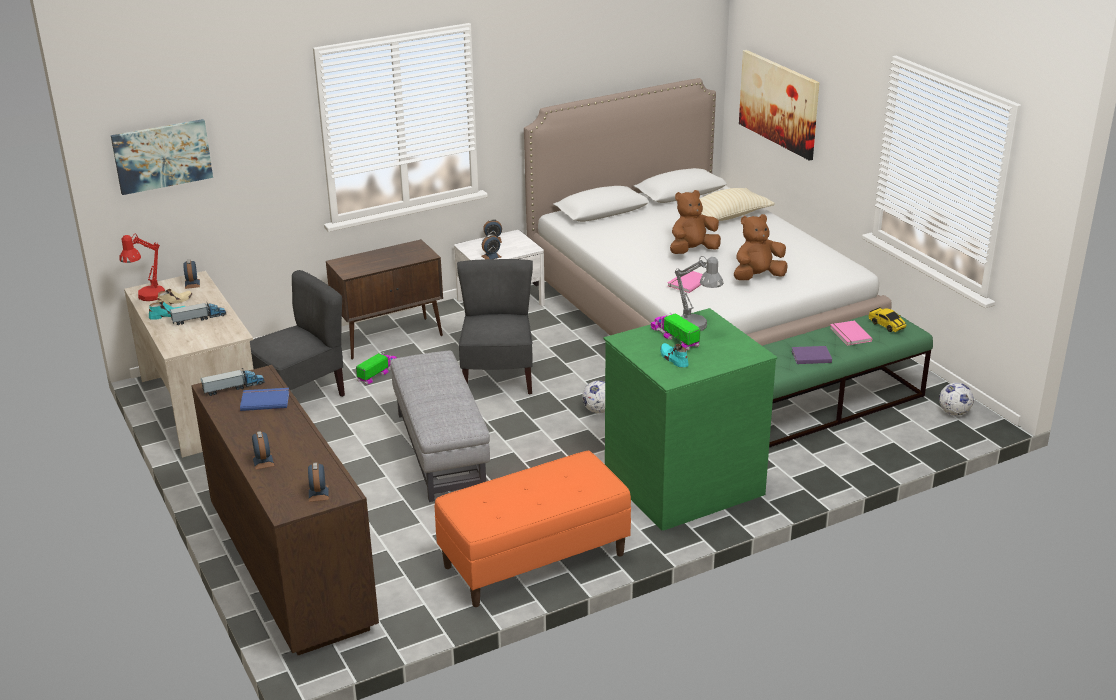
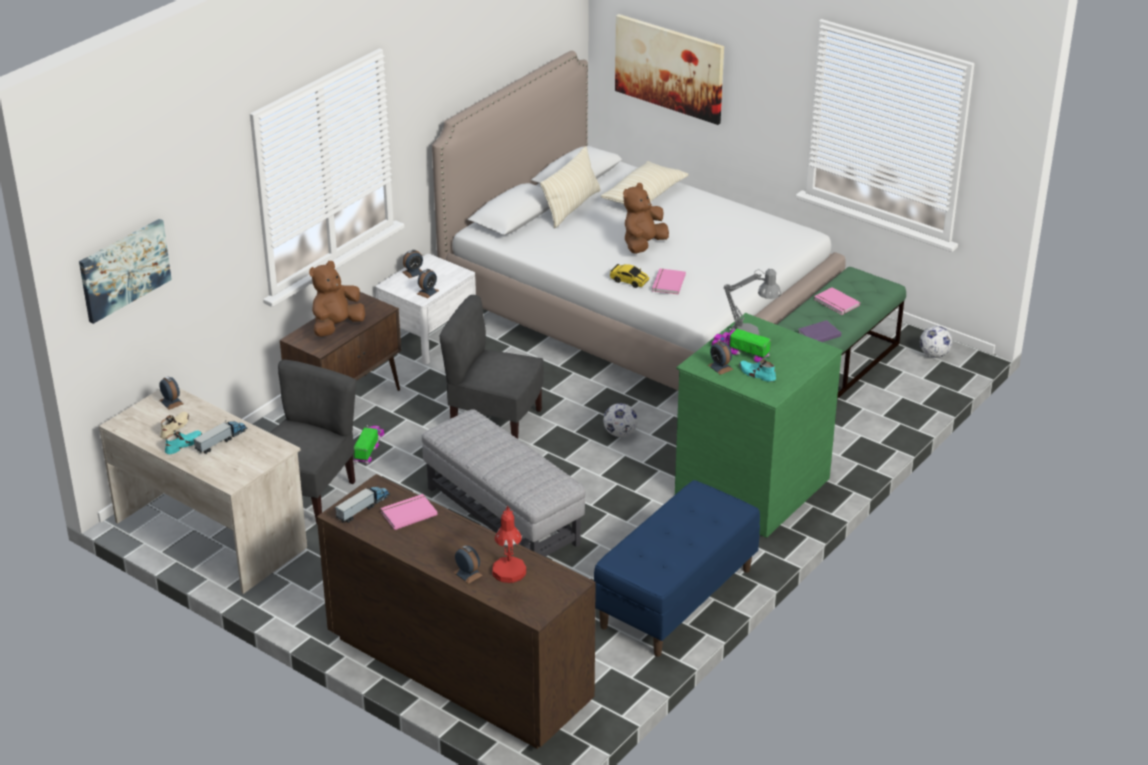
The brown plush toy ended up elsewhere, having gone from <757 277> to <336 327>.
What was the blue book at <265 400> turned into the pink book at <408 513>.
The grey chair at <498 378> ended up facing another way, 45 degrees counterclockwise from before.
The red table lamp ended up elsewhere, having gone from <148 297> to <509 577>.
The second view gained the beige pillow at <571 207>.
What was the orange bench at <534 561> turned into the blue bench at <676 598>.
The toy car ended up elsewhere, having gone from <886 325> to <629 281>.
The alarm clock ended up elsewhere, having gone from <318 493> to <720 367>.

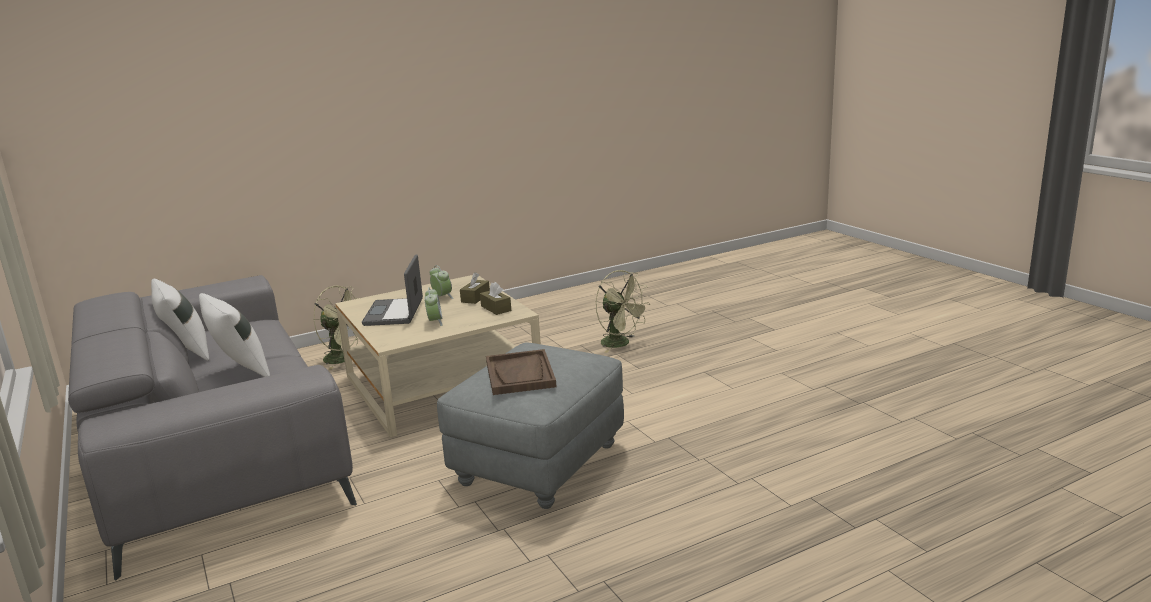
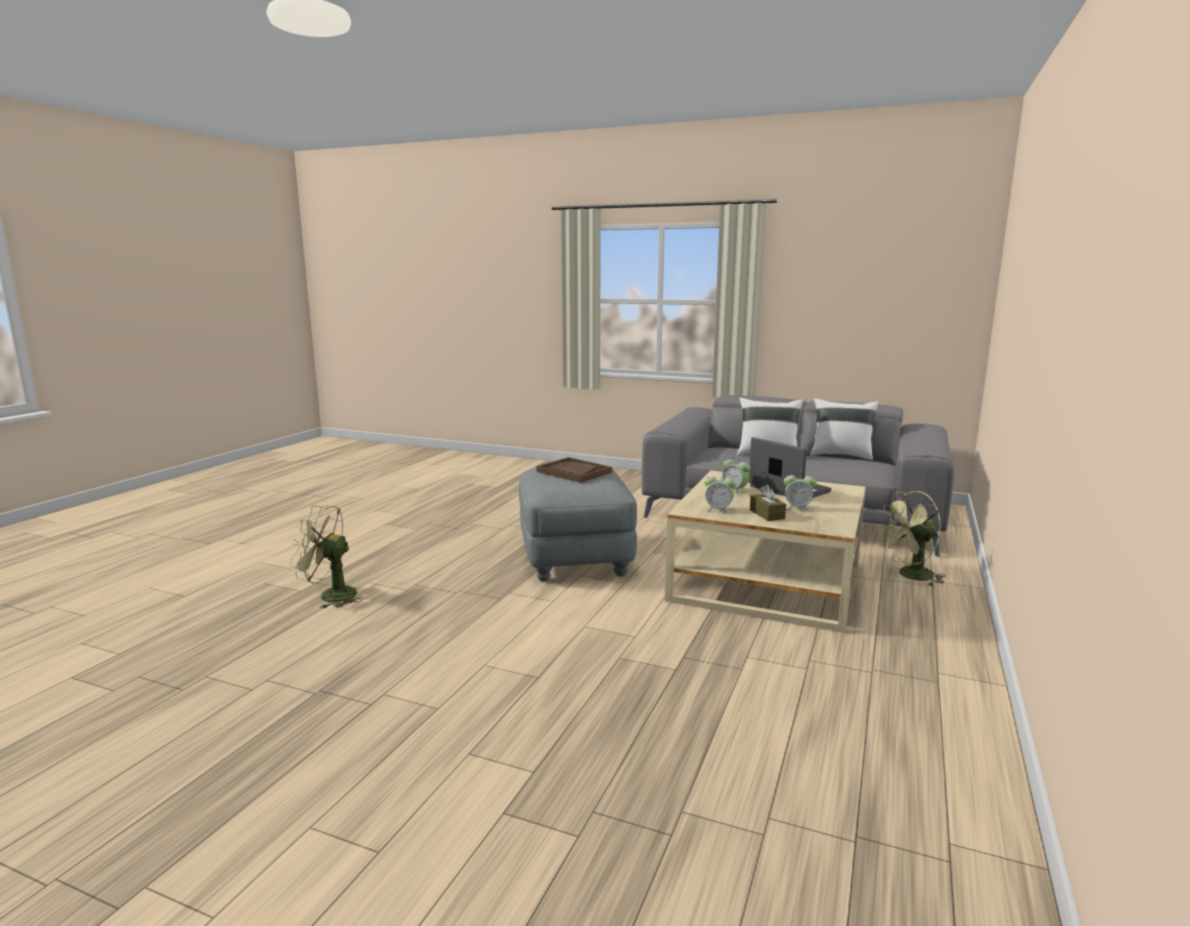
The green fan ended up elsewhere, having gone from <621 344> to <330 596>.
Where the brown tissue box stood at <496 308>, the alarm clock came to stand at <718 510>.

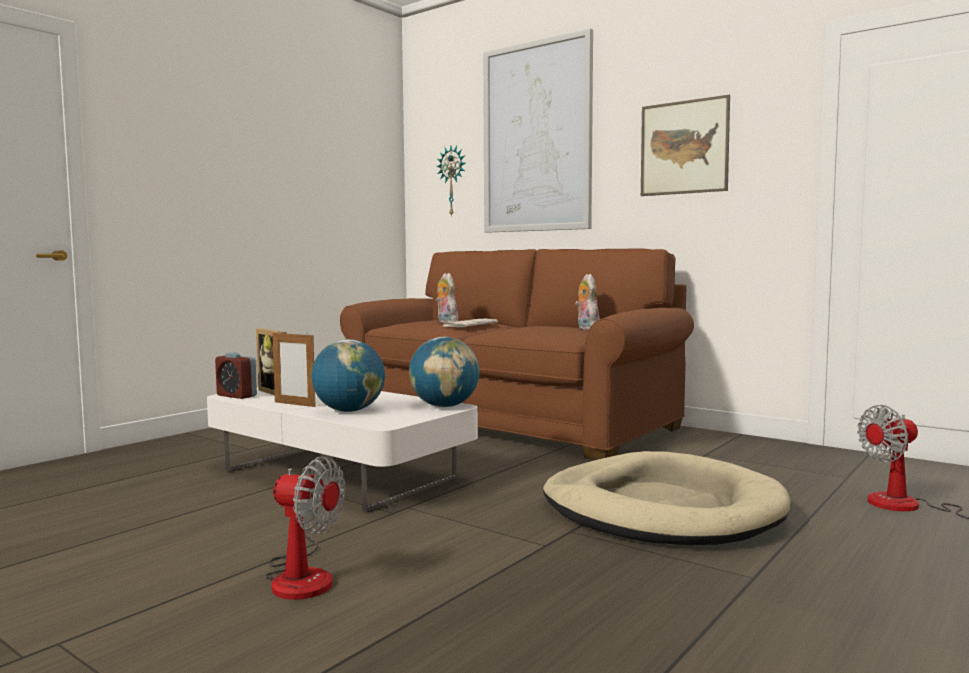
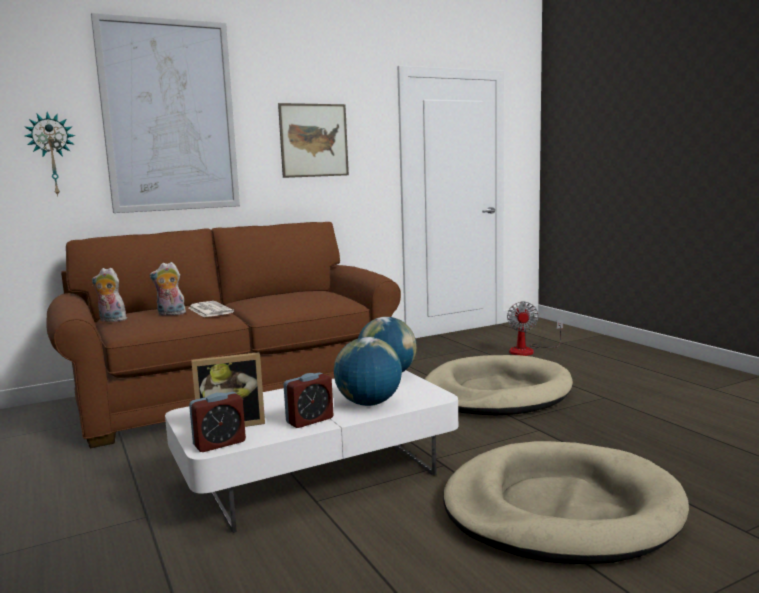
The plush toy ended up elsewhere, having gone from <586 329> to <111 320>.
Where the picture frame stood at <294 404>, the alarm clock came to stand at <310 420>.
Where the fan stood at <301 576>, the beige dog bed came to stand at <560 509>.

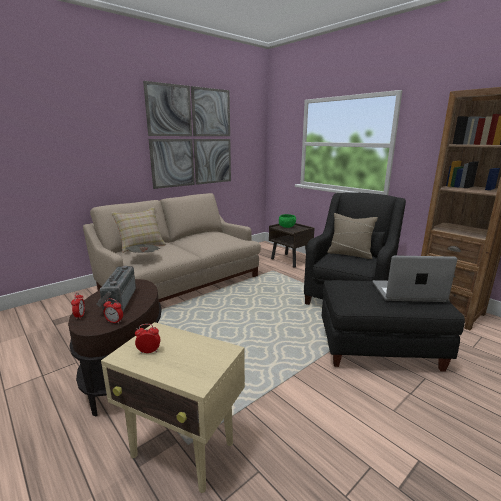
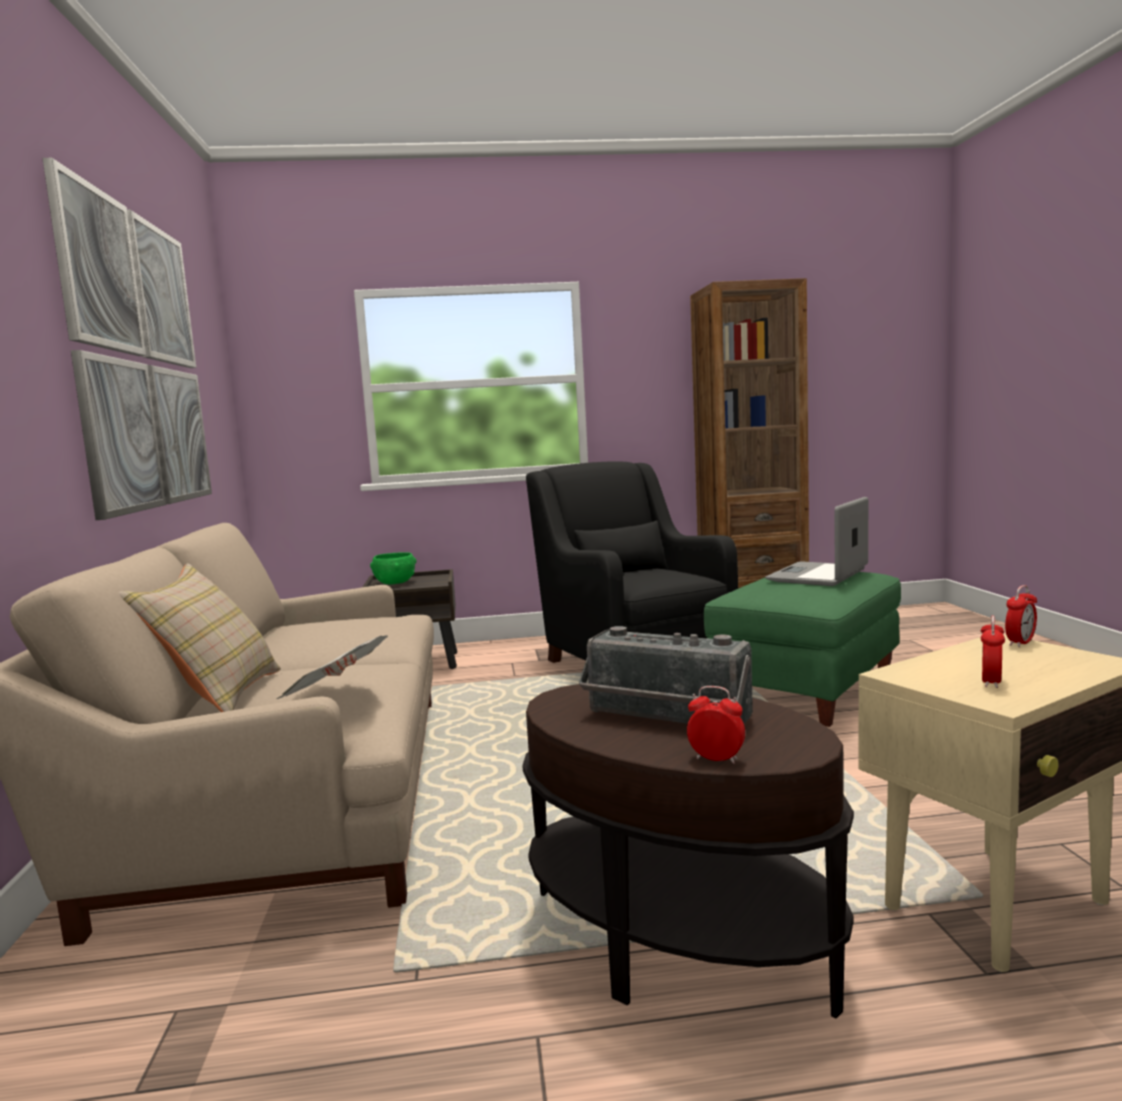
What was the black ottoman at <379 349> turned into the green ottoman at <808 688>.
The alarm clock ended up elsewhere, having gone from <114 322> to <1020 643>.
The second view lost the beige pillow at <350 254>.

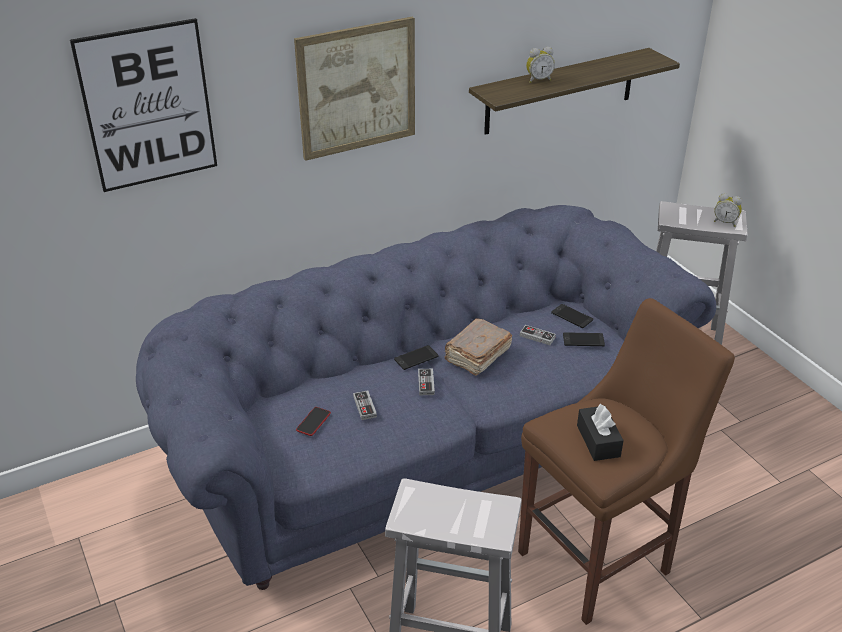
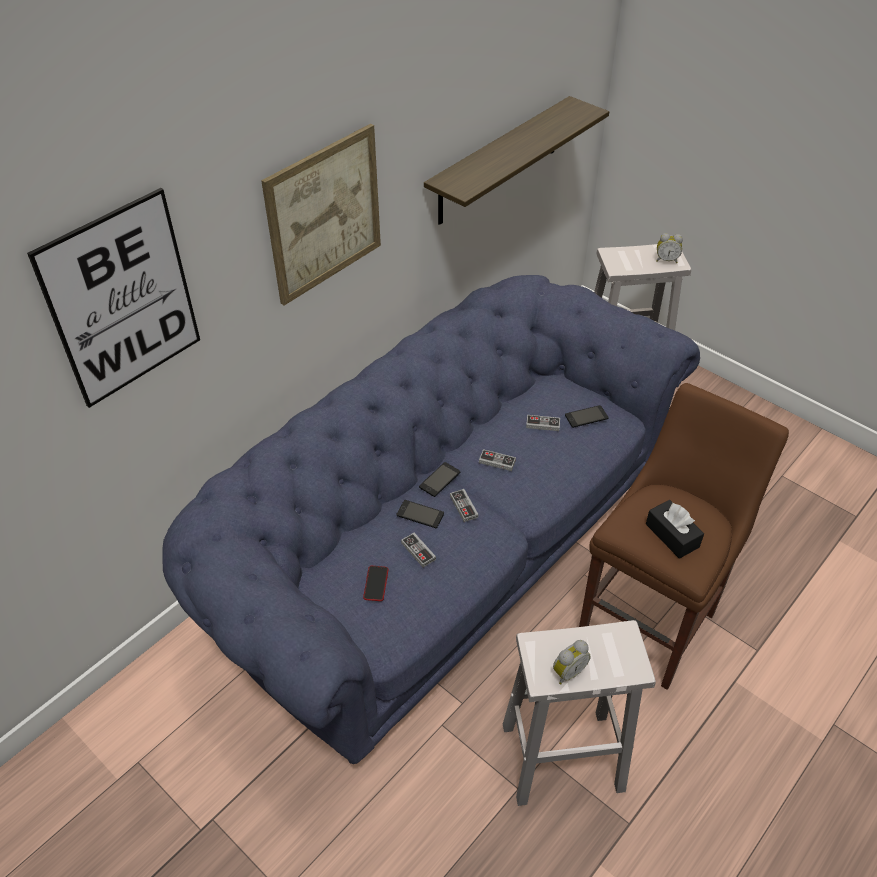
The phone ended up elsewhere, having gone from <572 316> to <420 514>.
Where the brown book stood at <477 356>, the game controller came to stand at <497 461>.
The alarm clock ended up elsewhere, having gone from <538 80> to <567 671>.

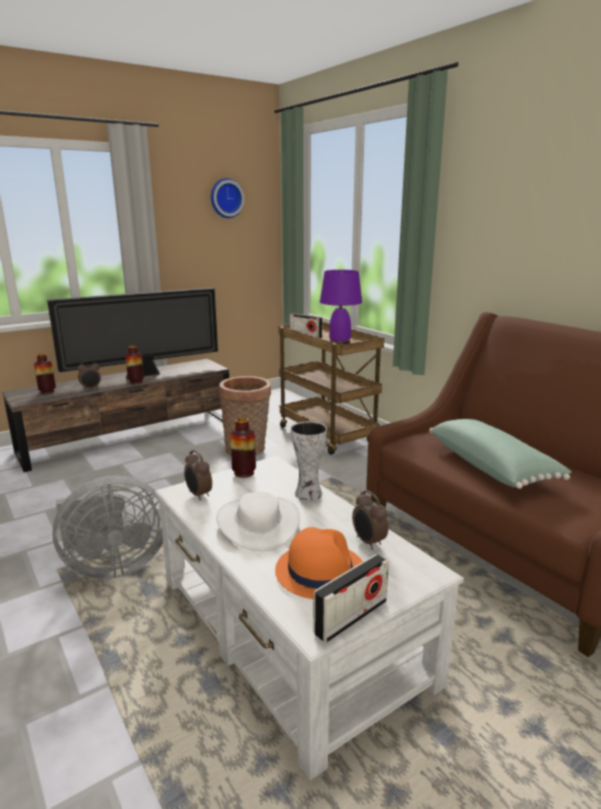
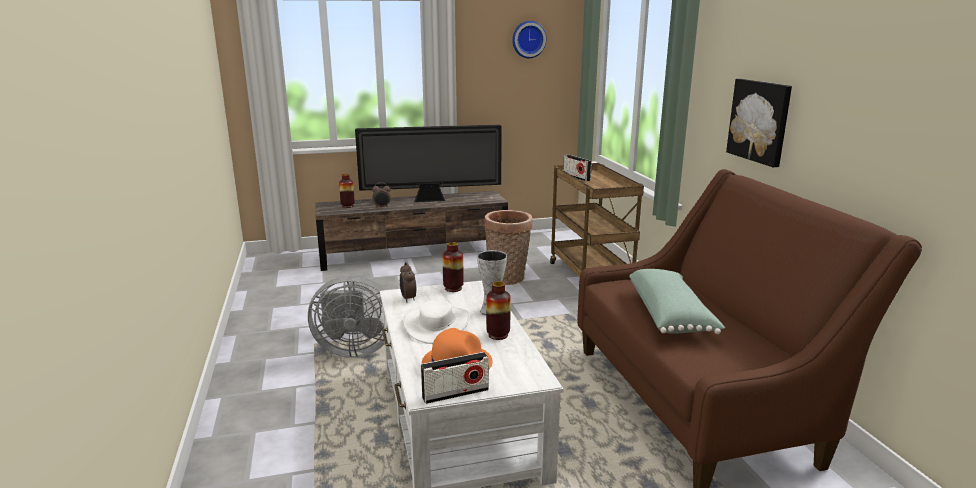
The vase ended up elsewhere, having gone from <136 382> to <498 335>.
The second view gained the picture at <760 121>.
The second view lost the purple table lamp at <340 343>.
The second view lost the alarm clock at <368 542>.

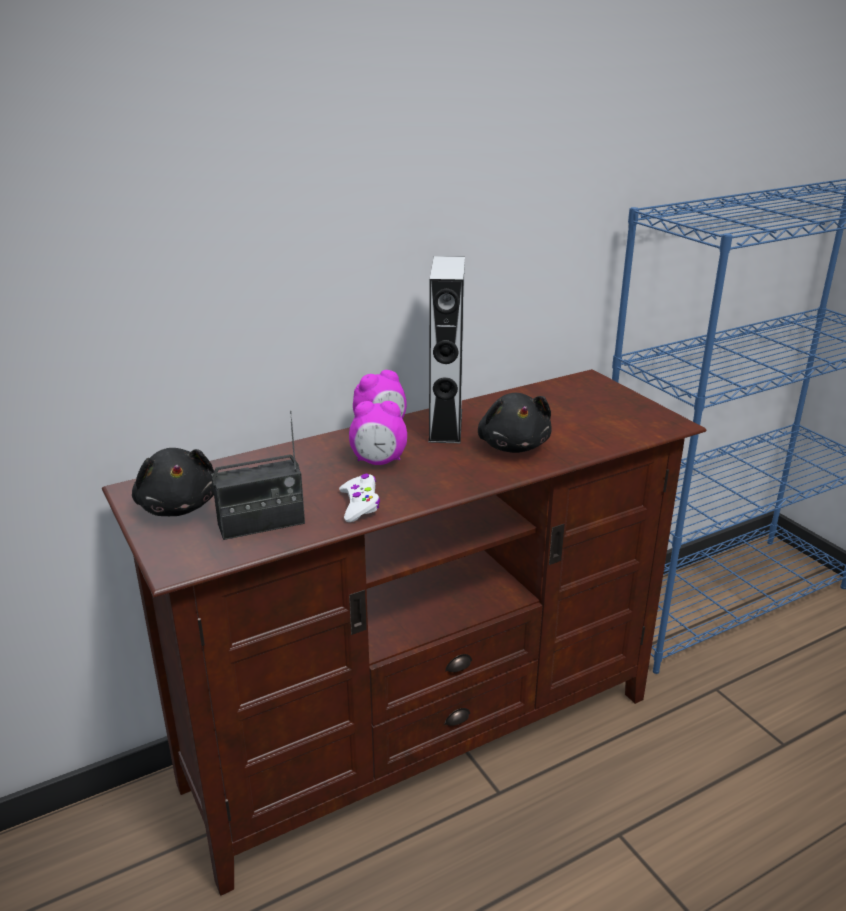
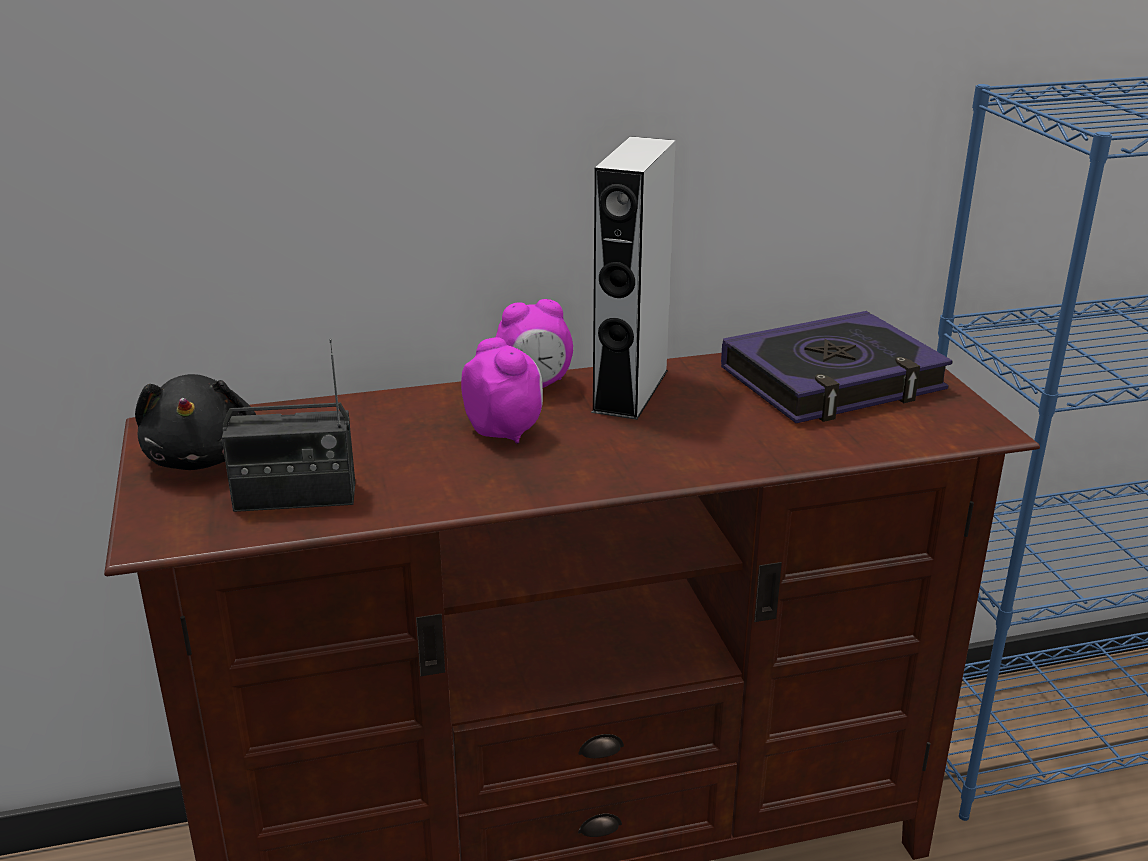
The alarm clock at <378 462> ended up facing another way, 135 degrees counterclockwise from before.
The second view gained the book at <832 381>.
The second view lost the white game controller at <360 505>.
The second view lost the black plush toy at <513 445>.

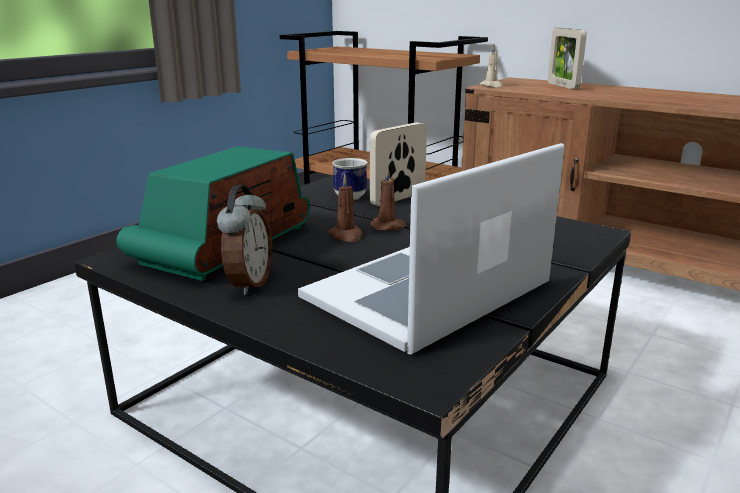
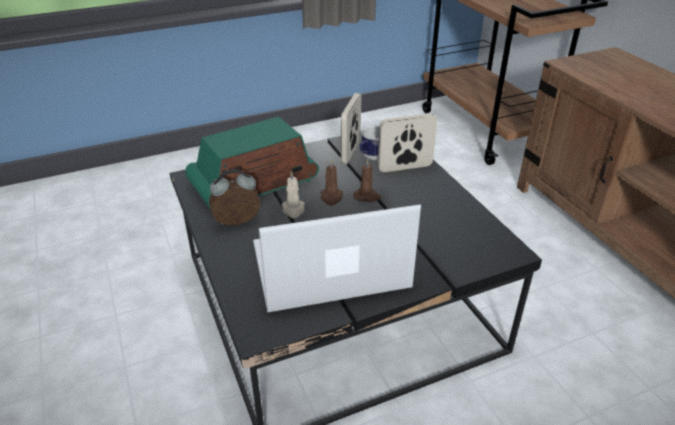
The alarm clock at <248 284> ended up facing another way, 150 degrees counterclockwise from before.
The beige candle ended up elsewhere, having gone from <492 86> to <293 209>.
The picture frame ended up elsewhere, having gone from <563 86> to <350 152>.

